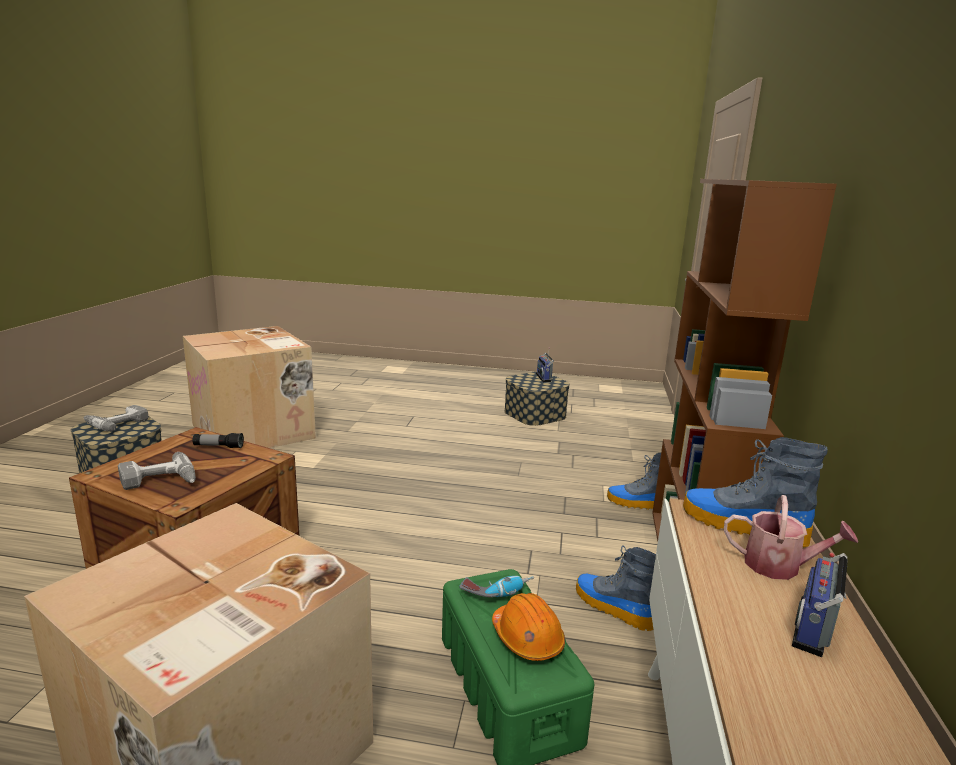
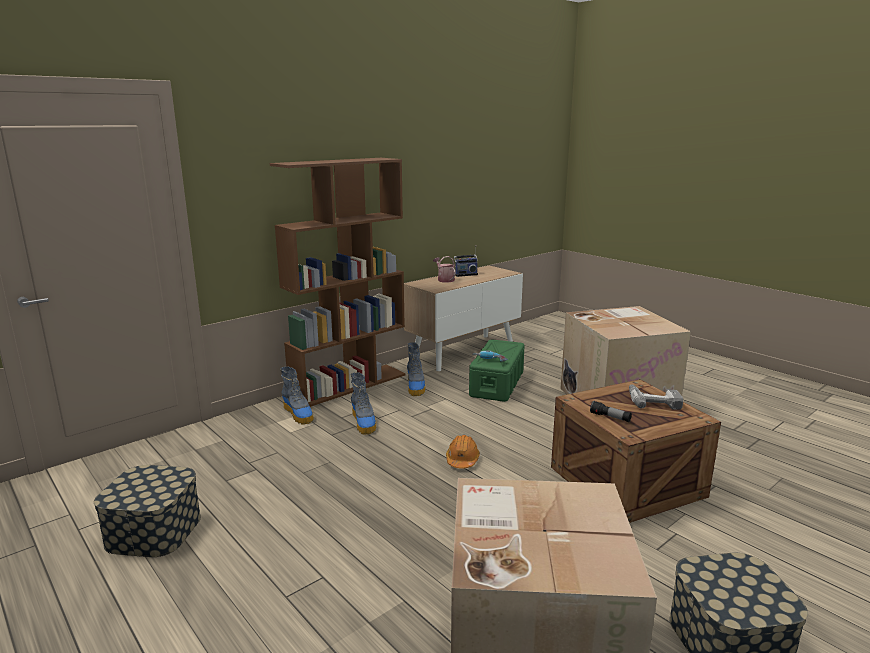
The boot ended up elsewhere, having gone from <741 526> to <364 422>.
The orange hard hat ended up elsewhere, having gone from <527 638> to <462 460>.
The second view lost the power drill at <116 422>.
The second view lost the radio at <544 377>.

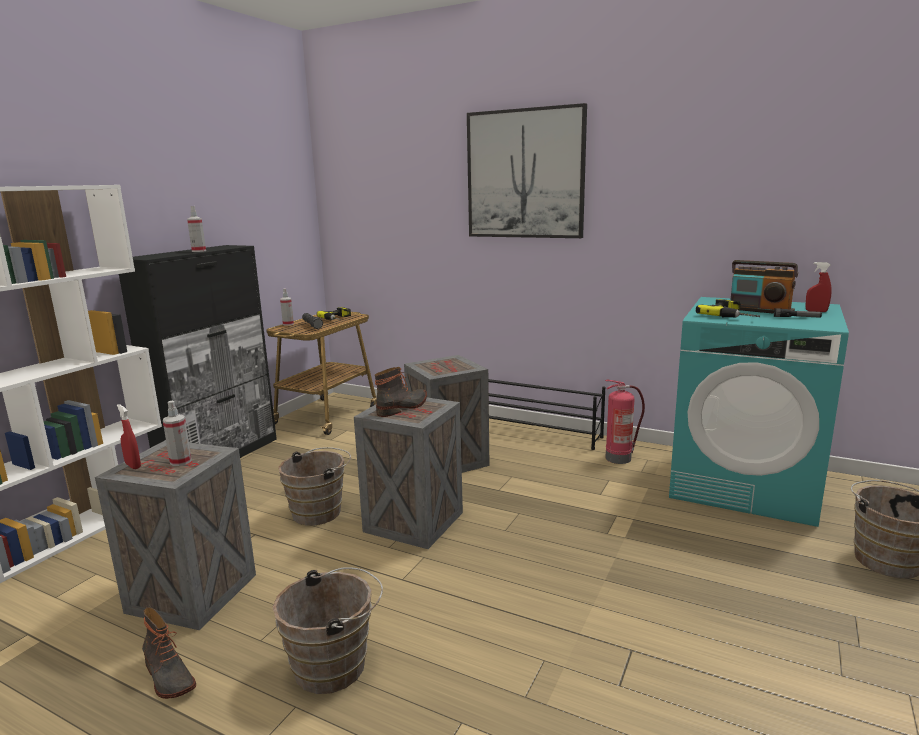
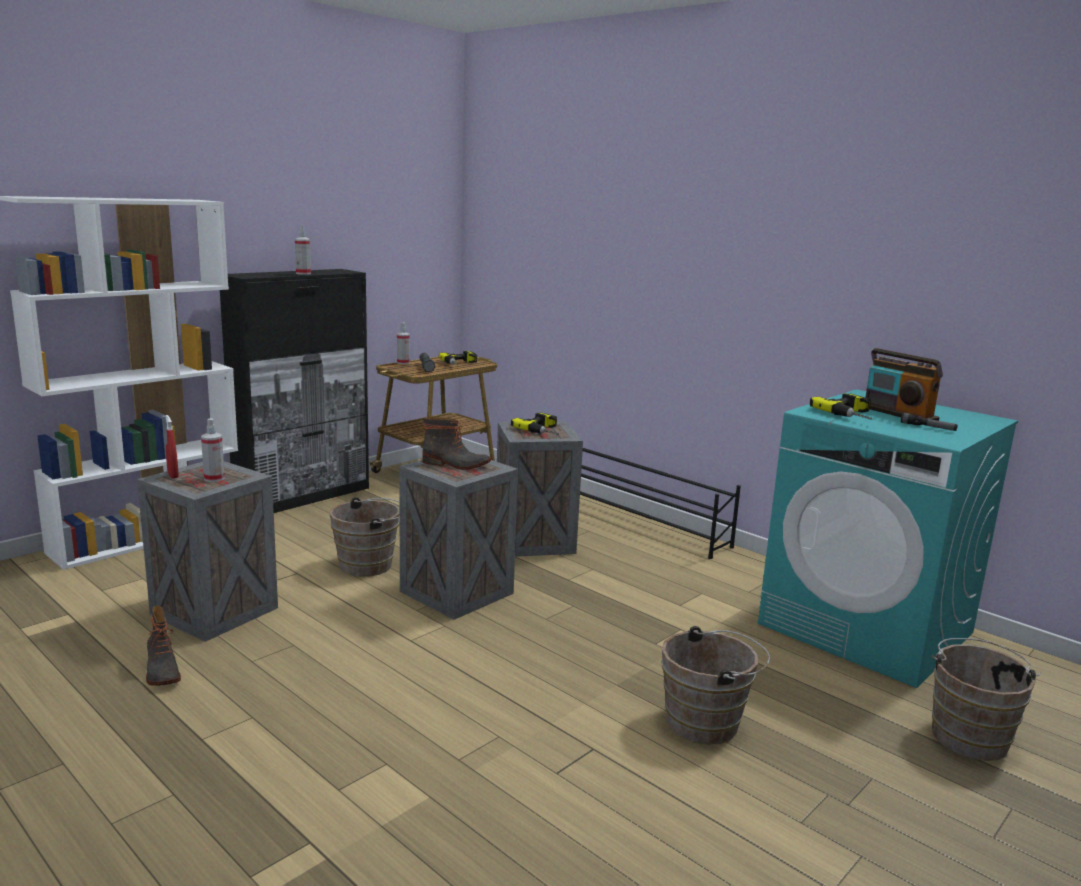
The boot at <403 407> ended up facing another way, 45 degrees clockwise from before.
The second view gained the power drill at <545 430>.
The brown bucket ended up elsewhere, having gone from <336 665> to <708 723>.
The second view lost the picture at <525 174>.
The second view lost the fire extinguisher at <619 458>.
The second view lost the red spray bottle at <816 311>.

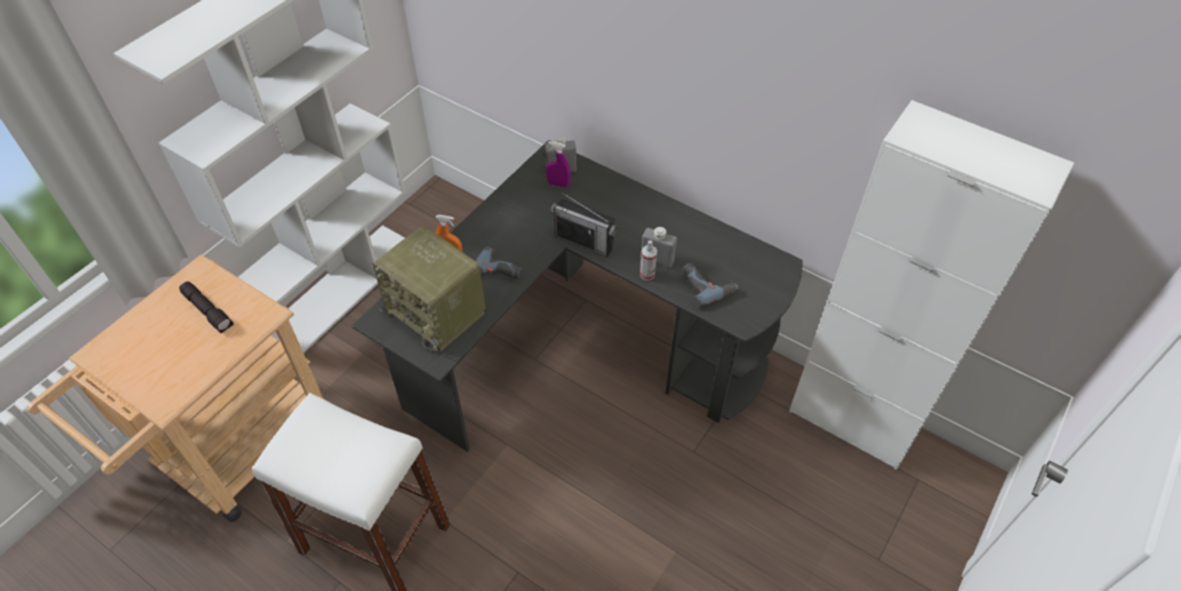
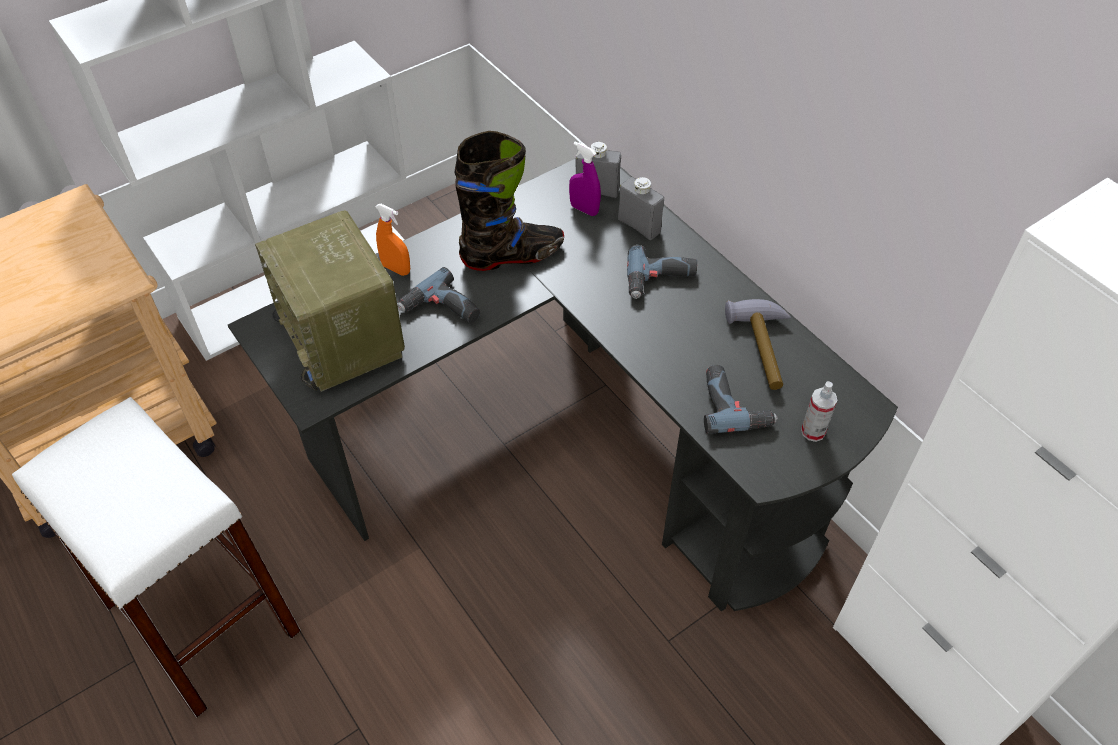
The second view gained the black boot at <512 255>.
The grey bottle ended up elsewhere, having gone from <657 259> to <639 226>.
The second view gained the power drill at <660 281>.
The second view gained the hammer at <764 349>.
The spray bottle ended up elsewhere, having gone from <647 274> to <813 431>.
The second view lost the black flashlight at <209 311>.
The second view lost the radio at <584 241>.

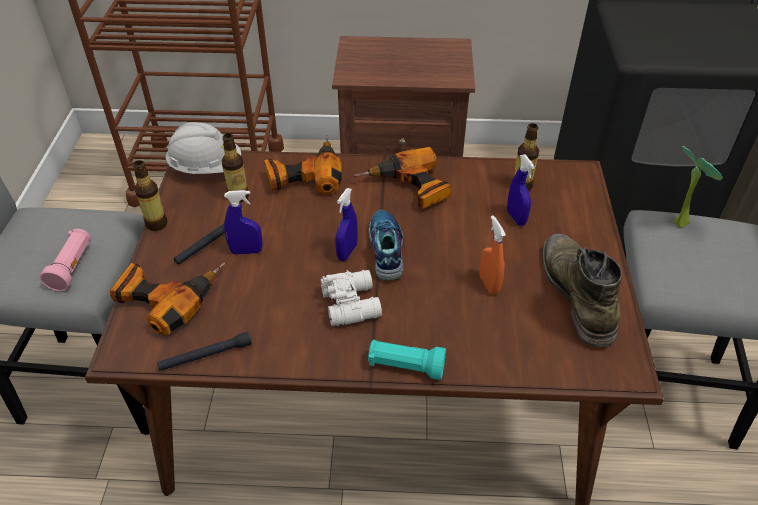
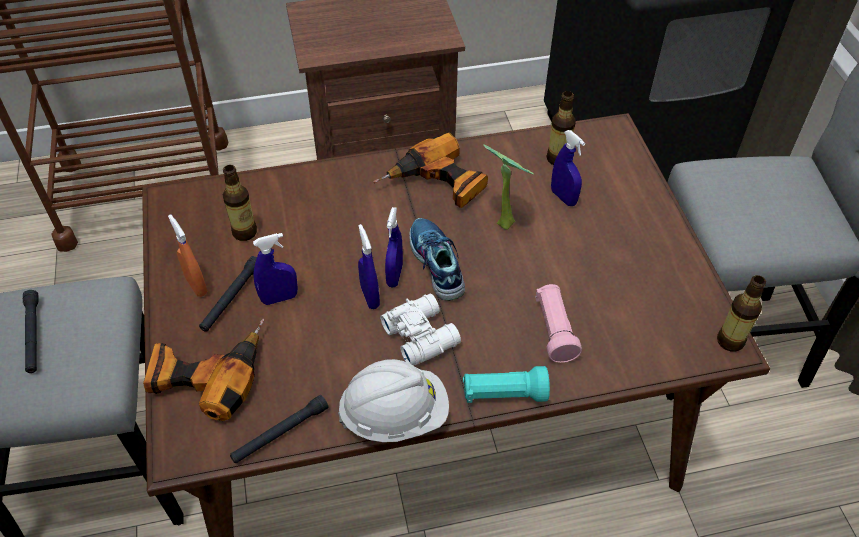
The second view gained the black flashlight at <33 335>.
The orange spray bottle ended up elsewhere, having gone from <489 284> to <196 285>.
The white hard hat ended up elsewhere, having gone from <206 168> to <395 415>.
The second view gained the blue spray bottle at <370 297>.
The potted plant ended up elsewhere, having gone from <680 221> to <505 220>.
The pink flashlight ended up elsewhere, having gone from <72 266> to <554 330>.
The bottle ended up elsewhere, having gone from <156 224> to <730 341>.
The second view lost the power drill at <304 174>.
The second view lost the green boot at <576 293>.

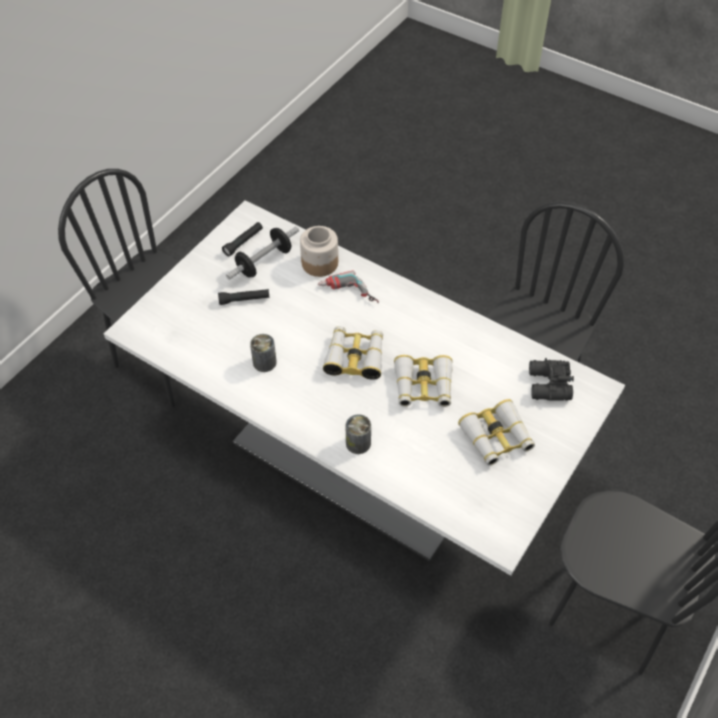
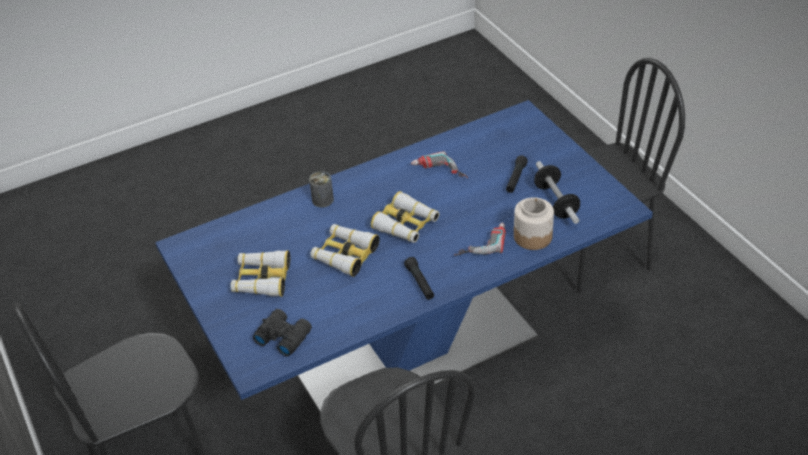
What was the white dining table at <359 459> turned into the blue dining table at <411 348>.
The black flashlight ended up elsewhere, having gone from <243 242> to <420 283>.
Where the can stood at <264 362>, the power drill came to stand at <438 173>.

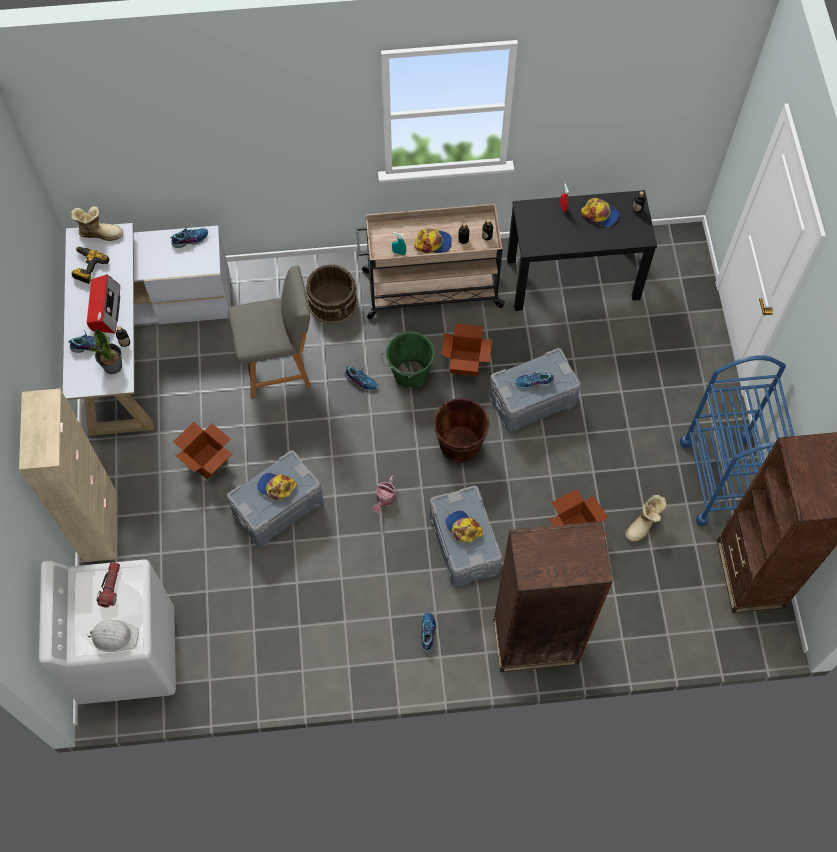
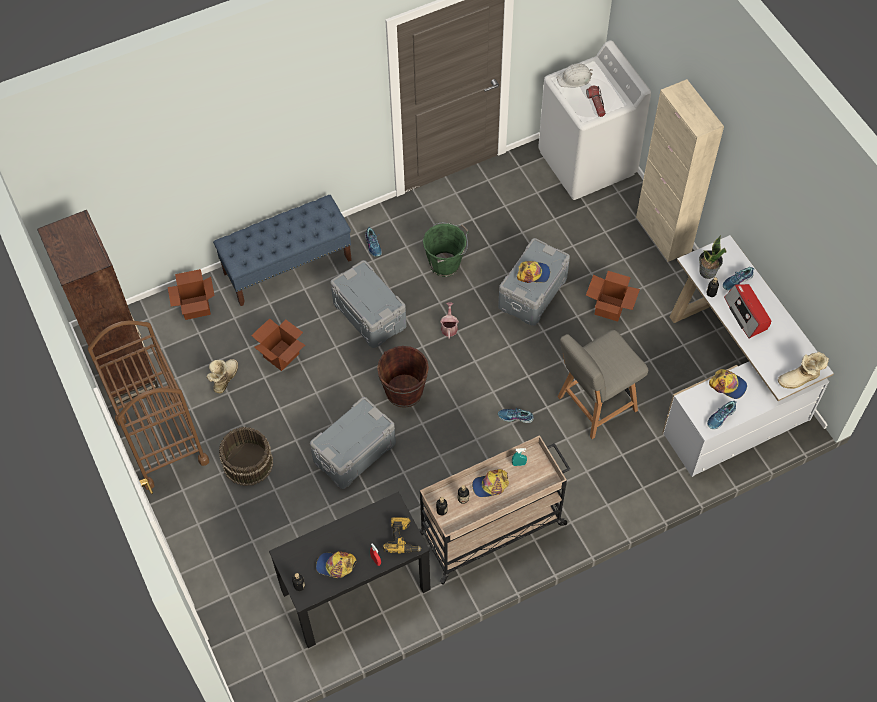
What was the blue cart at <724 478> turned into the brown cart at <162 441>.
The cardboard box ended up elsewhere, having gone from <465 363> to <196 307>.
Where the brown bookcase stood at <535 641>, the blue bench came to stand at <288 266>.
The brown bucket ended up elsewhere, having gone from <333 302> to <247 463>.
The power drill ended up elsewhere, having gone from <87 267> to <403 538>.
The green bucket ended up elsewhere, having gone from <408 375> to <446 264>.
The cap ended up elsewhere, having gone from <463 528> to <728 385>.
The second view lost the shoe at <534 382>.

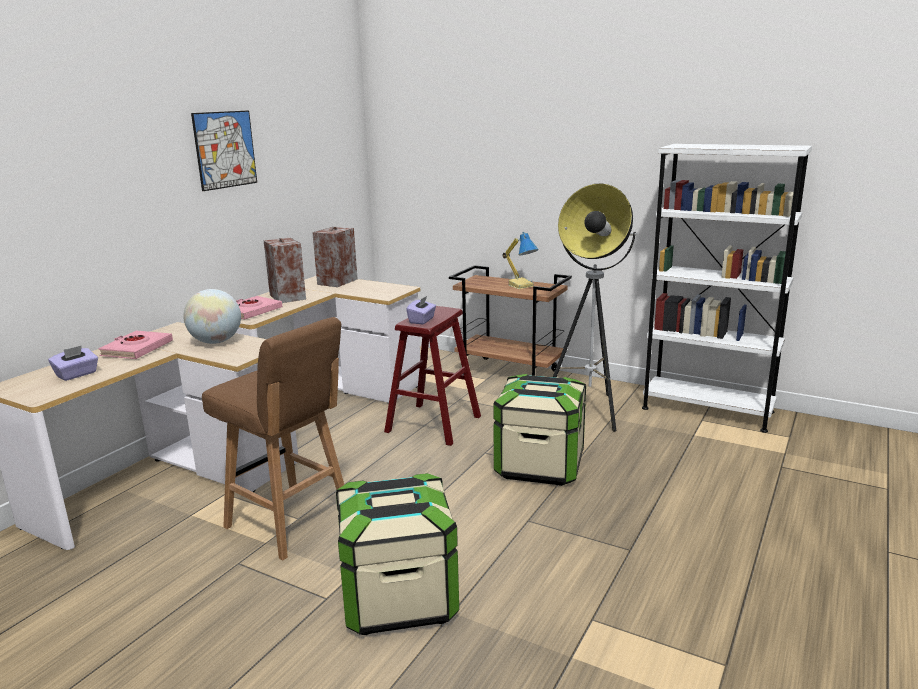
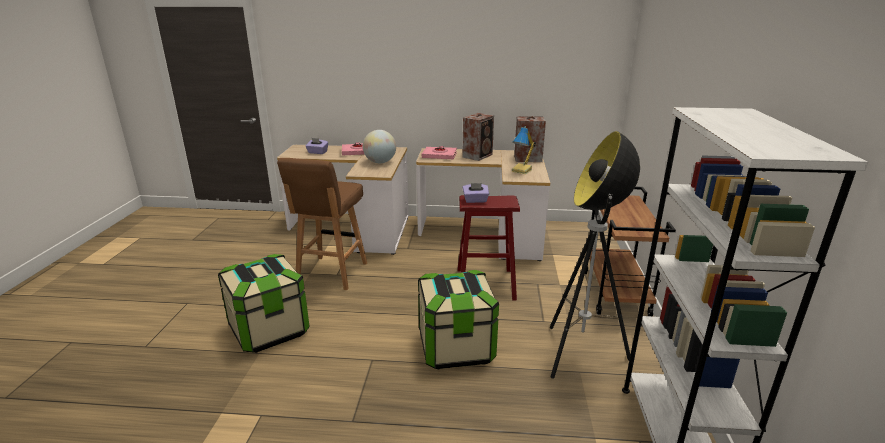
The table lamp ended up elsewhere, having gone from <521 285> to <522 170>.
The second view lost the picture at <225 149>.

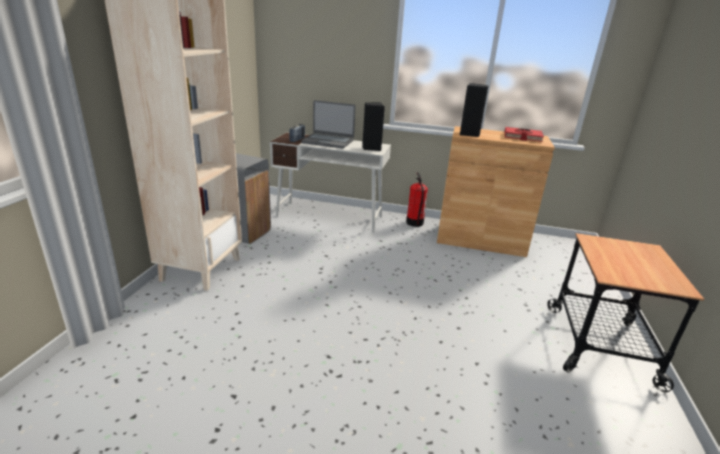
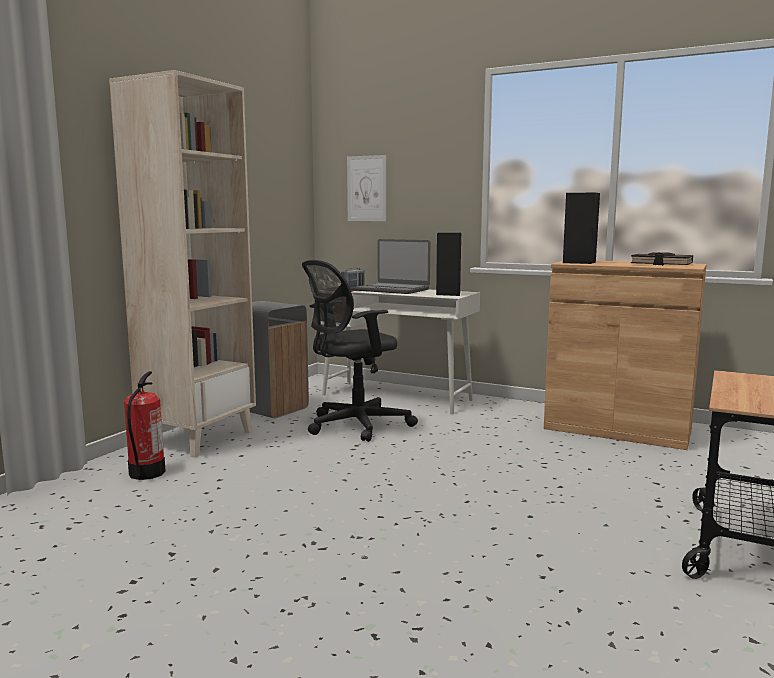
The fire extinguisher ended up elsewhere, having gone from <414 223> to <146 473>.
The second view gained the black office chair at <354 426>.
The second view gained the picture at <366 188>.
What was the red book at <522 137> turned into the black book at <661 264>.

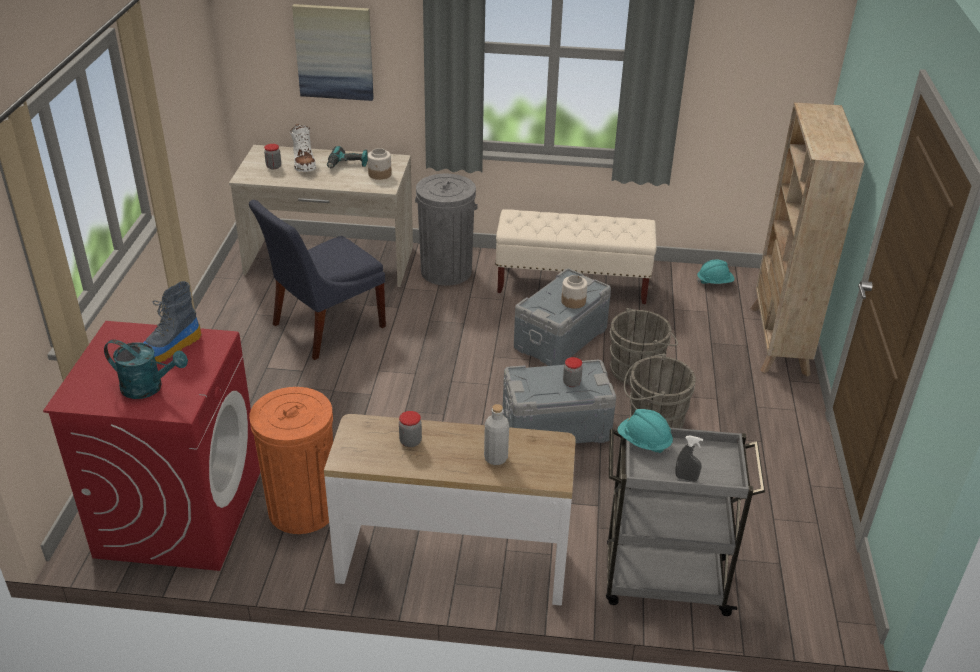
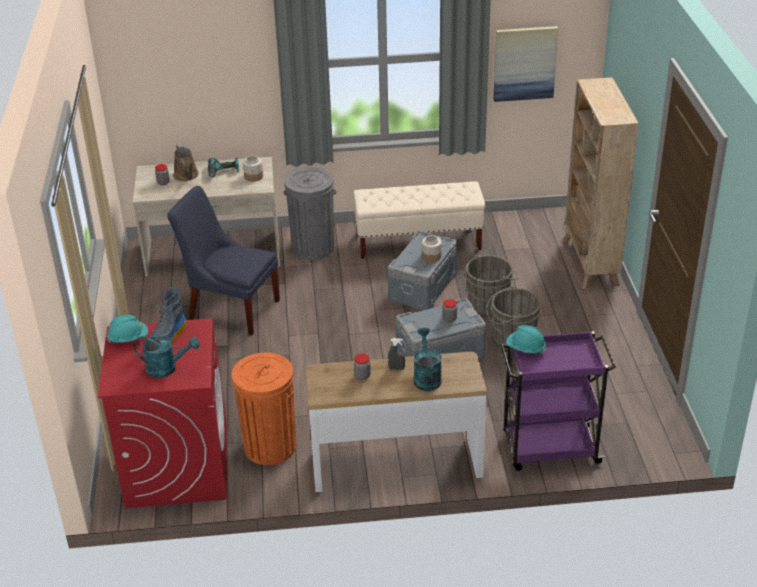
The turquoise hard hat ended up elsewhere, having gone from <714 282> to <129 338>.
The blue chair at <324 327> ended up facing another way, 75 degrees clockwise from before.
Where the white boot stood at <304 163>, the brown watering can came to stand at <187 176>.
The grey spray bottle ended up elsewhere, having gone from <686 478> to <396 368>.
Where the grey bottle stood at <495 458>, the turquoise watering can came to stand at <426 377>.
The picture ended up elsewhere, having gone from <334 52> to <524 63>.
What was the grey cart at <663 580> turned into the purple cart at <549 448>.

